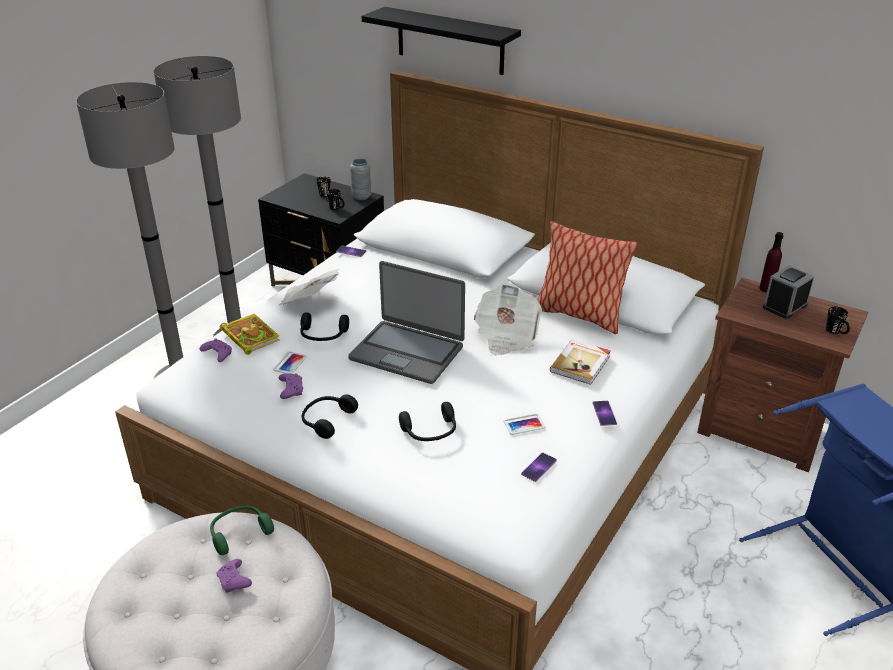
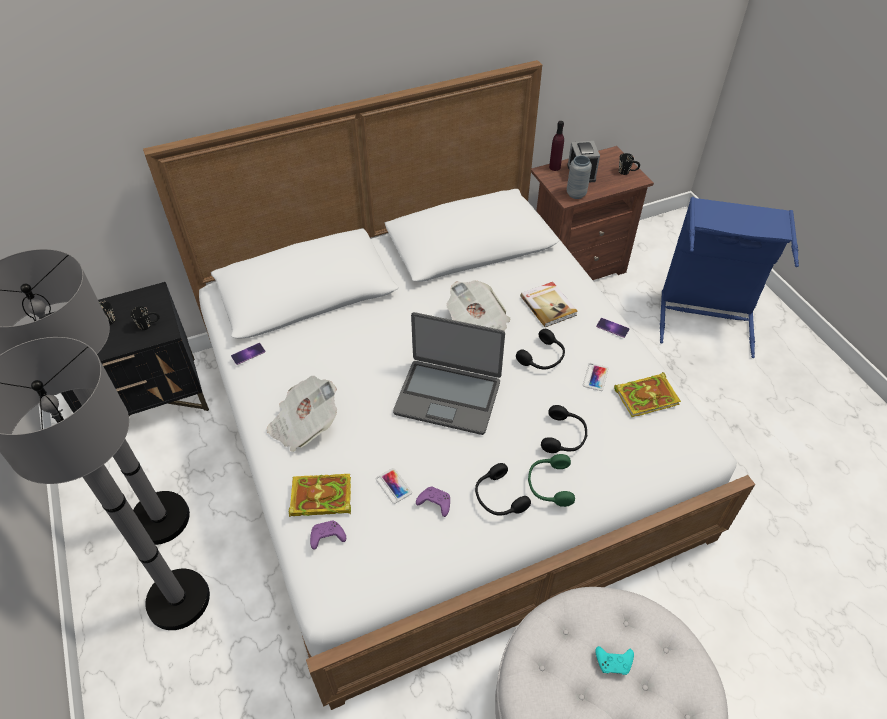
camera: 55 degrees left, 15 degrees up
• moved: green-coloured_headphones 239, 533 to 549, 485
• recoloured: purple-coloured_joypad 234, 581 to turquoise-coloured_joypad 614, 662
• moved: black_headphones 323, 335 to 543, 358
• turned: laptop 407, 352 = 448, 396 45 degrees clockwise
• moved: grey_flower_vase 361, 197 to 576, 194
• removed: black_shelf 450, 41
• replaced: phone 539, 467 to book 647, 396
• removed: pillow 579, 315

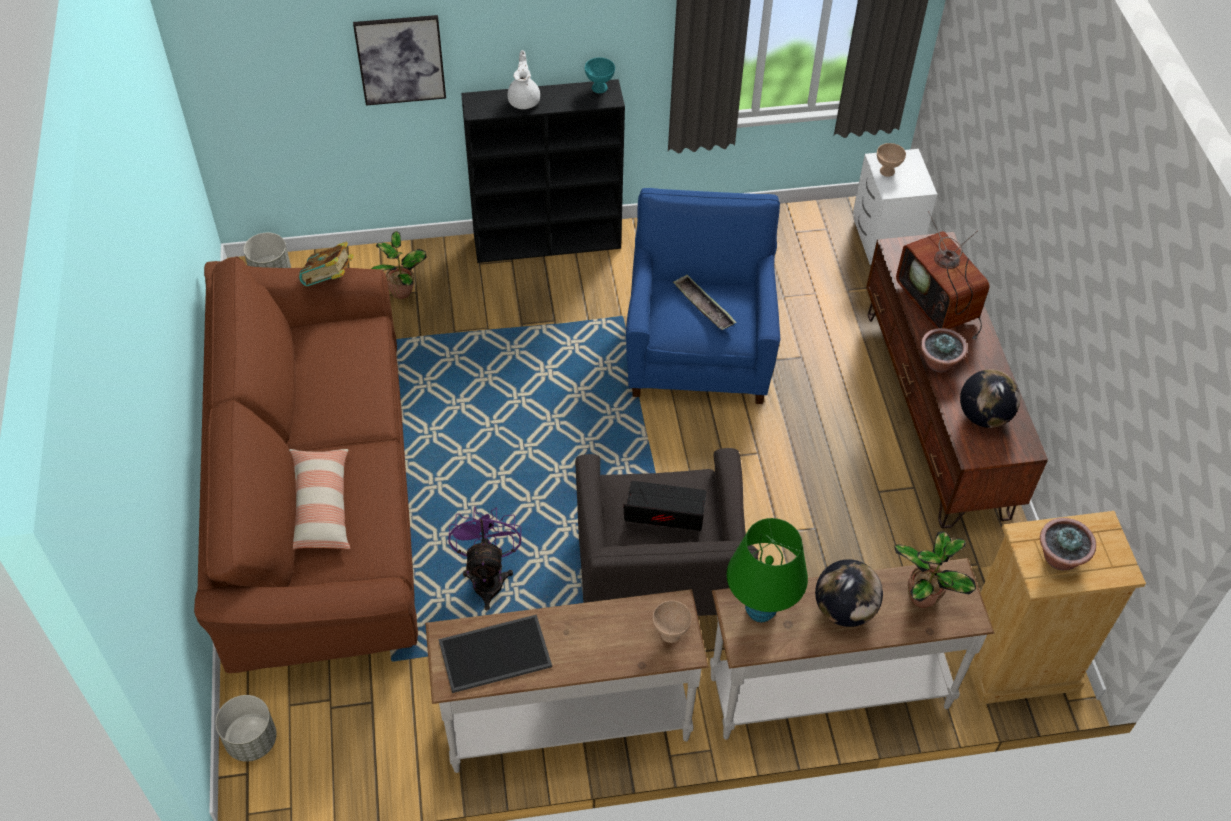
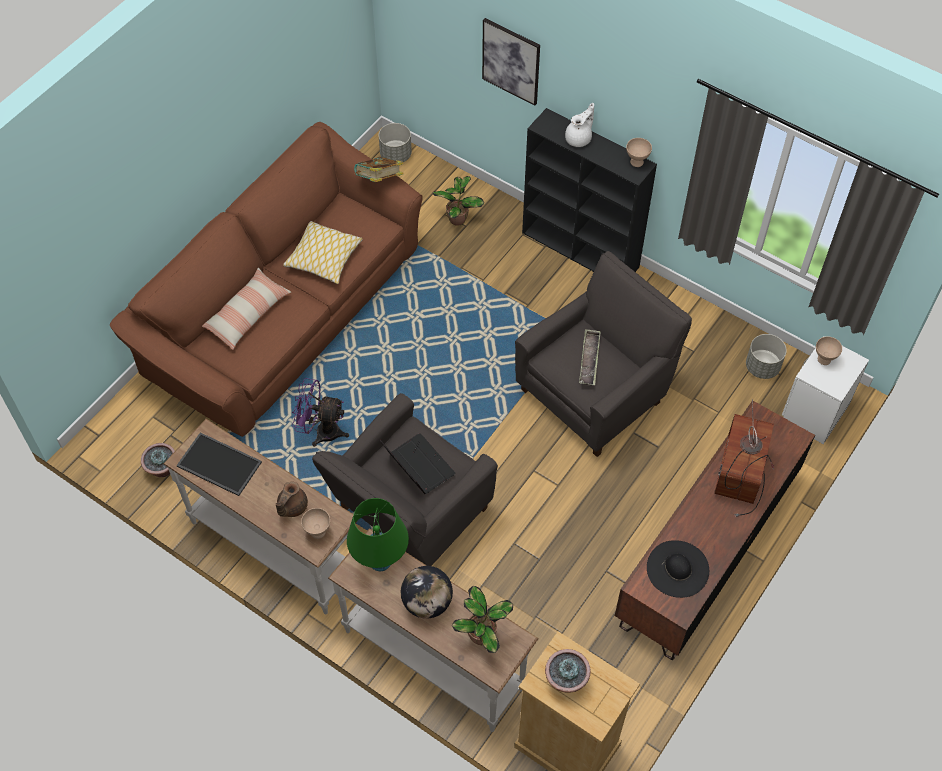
camera: 45 degrees right, 5 degrees up
• moved: grey_planter 251, 740 to 762, 366
• turned: purple-coloured_fan 488, 577 = 321, 431 120 degrees counterclockwise
• recoloured: turquoise-coloured_serving_bowl 599, 88 to beige-coloured_serving_bowl 636, 162
• recoloured: blue-coloured_easy_chair 698, 350 to grey_easy_chair 595, 391
• moved: plant_in_a_pot 938, 363 to 162, 469
• replaced: globe 983, 416 to black_wearable_hat 678, 569
• added: brown_pot_for_tea 291, 507
• added: pillow 324, 258

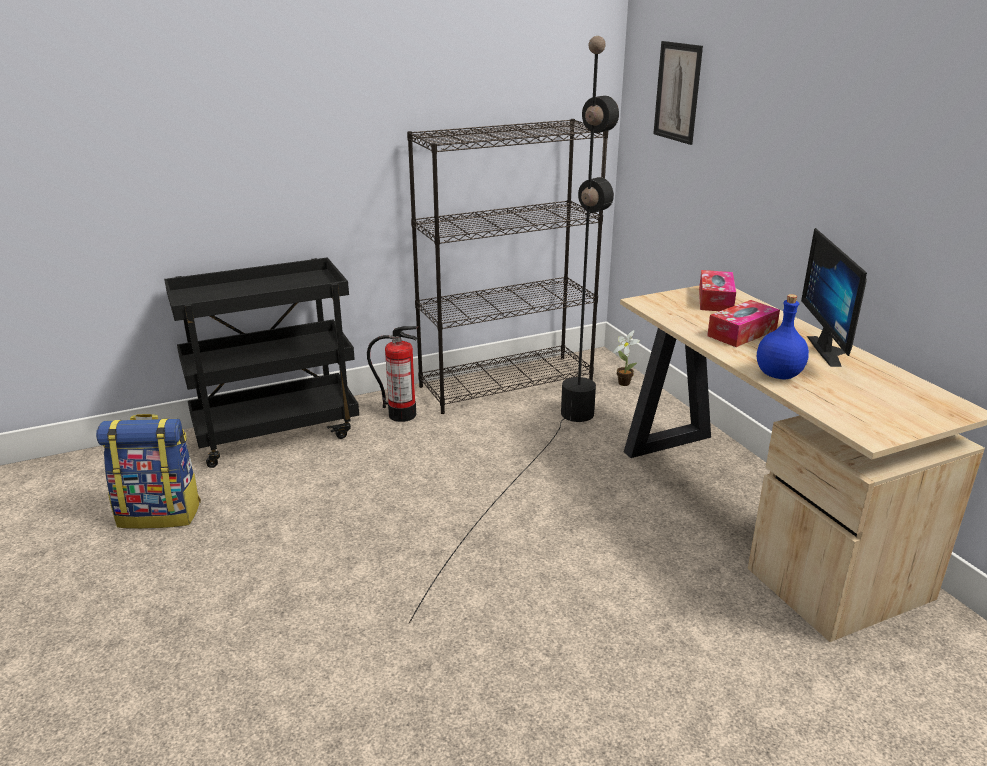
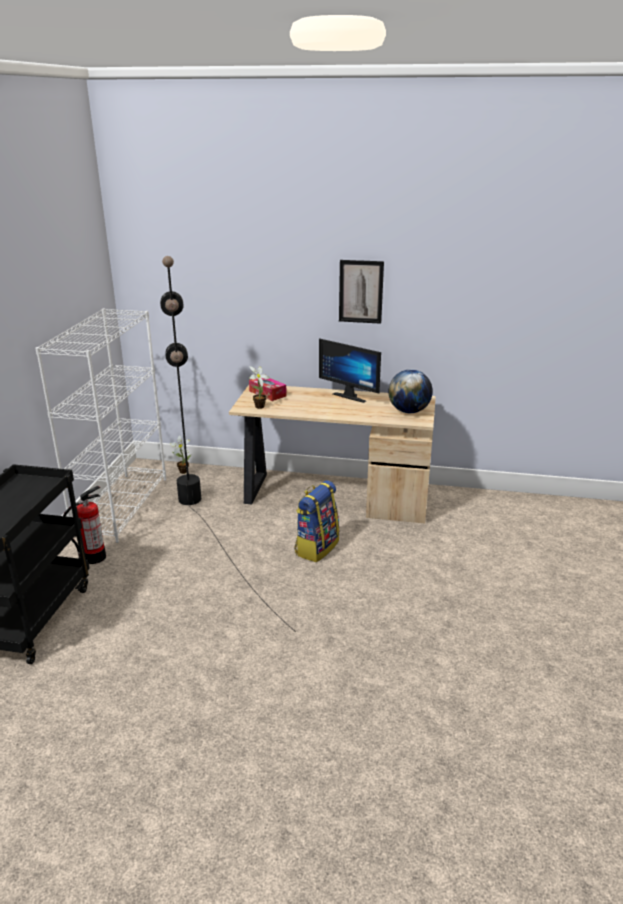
camera: 55 degrees left, 0 degrees up
• moved: backpack 160, 514 to 316, 547
• recoloured: black_bookshelf 507, 383 to white-coloured_bookshelf 122, 506
• moved: wall_picture 677, 92 to 361, 291
• removed: tissue_box 742, 333
• removed: blue-coloured_drink_bottle 778, 374
• added: plant_in_a_pot 258, 407
• added: globe 409, 411

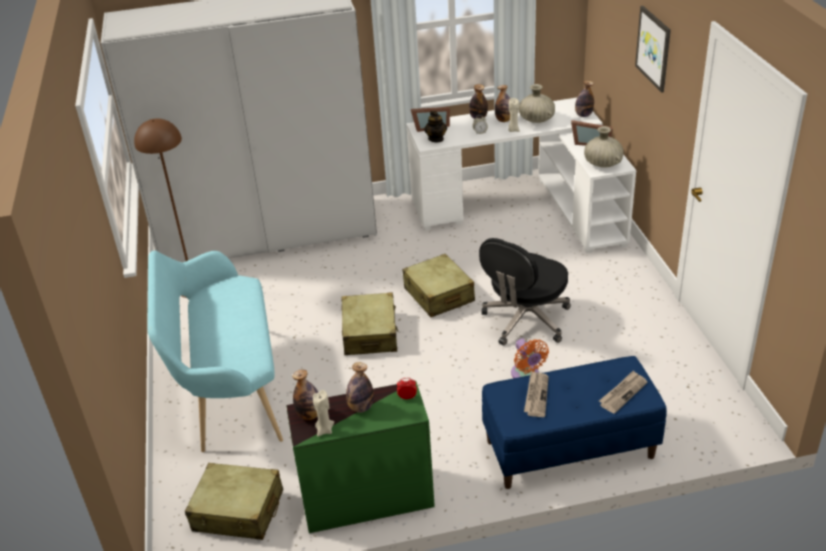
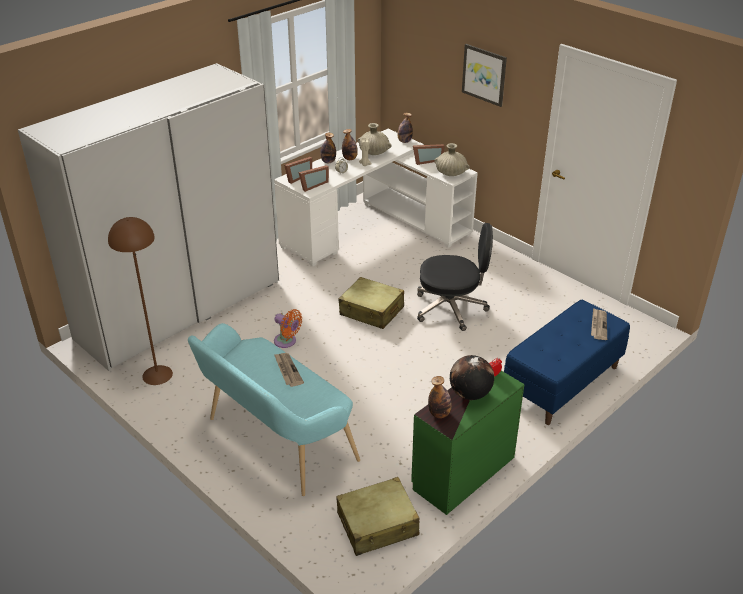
camera: 35 degrees left, 0 degrees up
• removed: beige-coloured_wax_candle 324, 430
• removed: beige-coloured_suitcase 370, 333
• replaced: drink_bottle 361, 407 to globe 470, 394
• replaced: pot_for_tea 436, 139 to picture_frame 312, 185
• turned: black_desk_chair 525, 320 = 451, 308 90 degrees counterclockwise
• moved: orange_fan 526, 375 to 287, 341
• moved: daily_paper 536, 395 to 287, 370

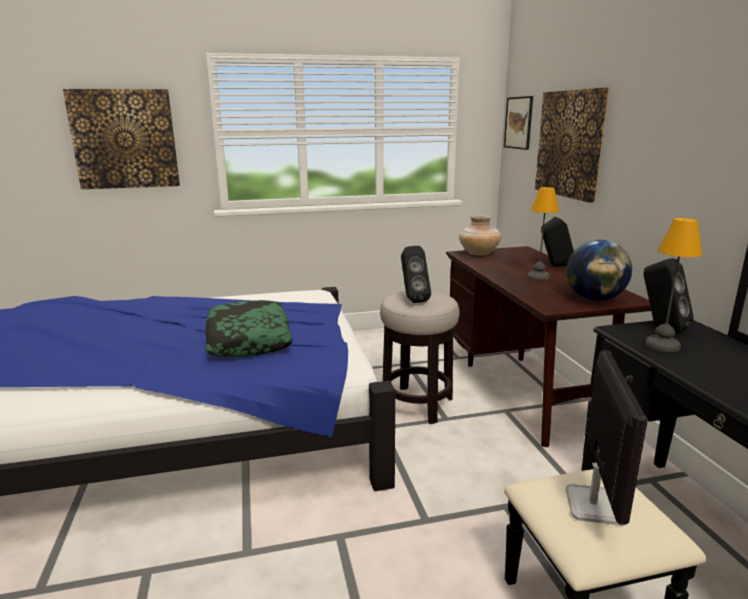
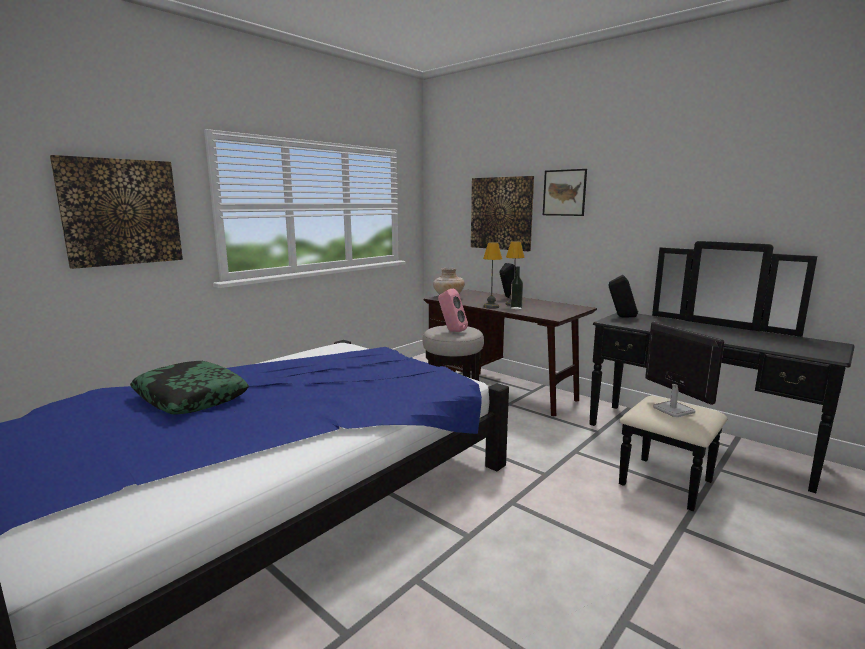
camera: 35 degrees left, 5 degrees down
• moved: pillow 248, 339 to 190, 398
• recoloured: black_audio_speaker 412, 300 to pink-coloured_audio_speaker 451, 331
• moved: wall_picture 518, 123 to 564, 192
• removed: globe 594, 299
• moved: lamp_for_a_table 662, 346 to 491, 307
• added: drink_bottle 516, 308

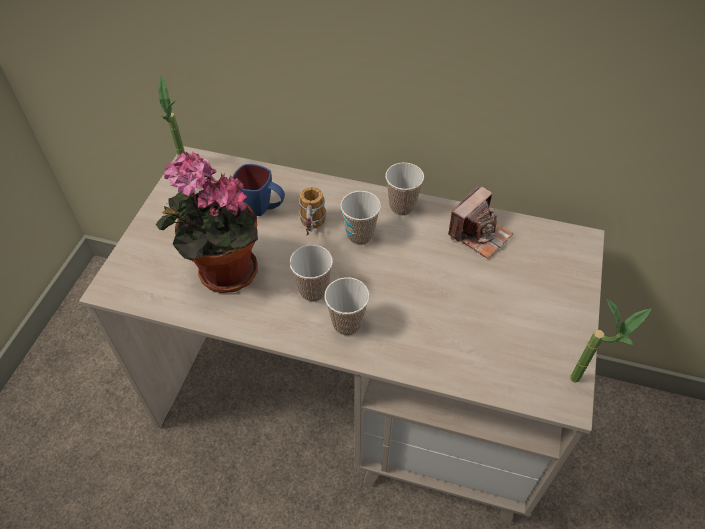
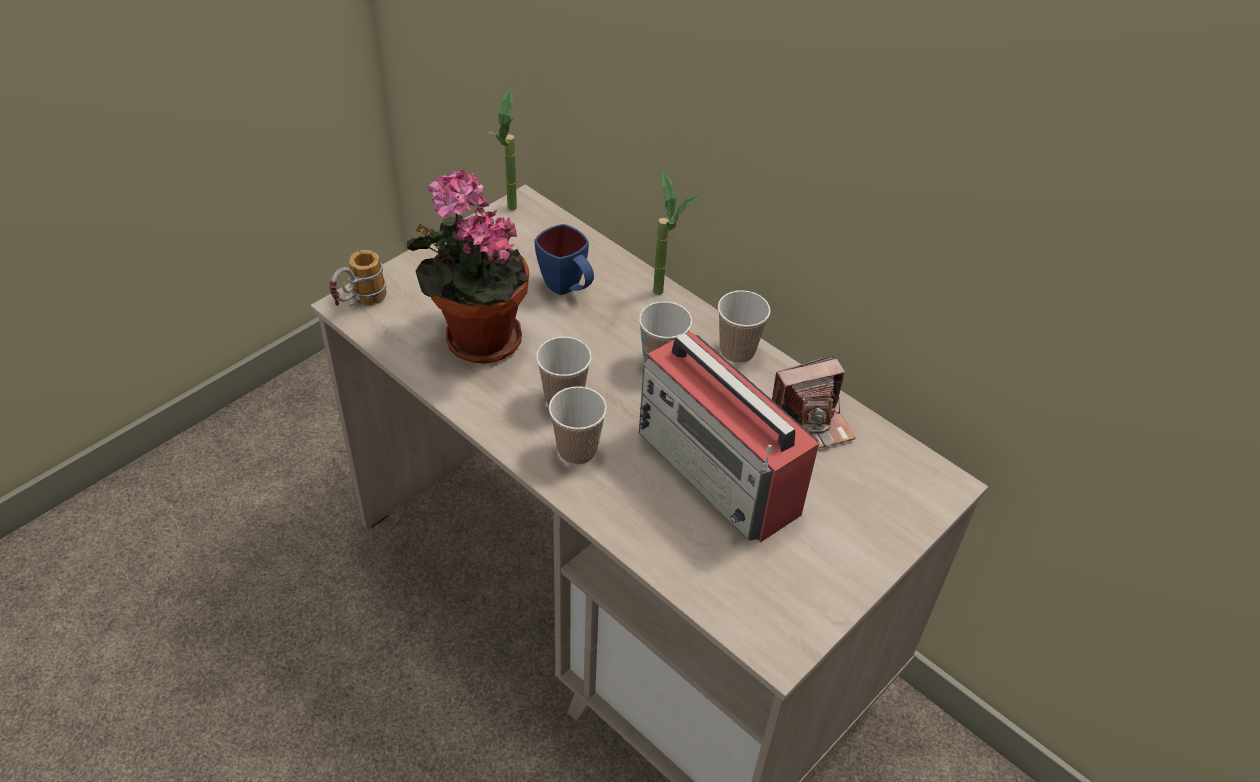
camera: 25 degrees right, 5 degrees down
• moved: tea_mug 312, 228 to 359, 304
• moved: plant_in_a_pot 585, 380 to 666, 296
• added: radio_set 719, 472

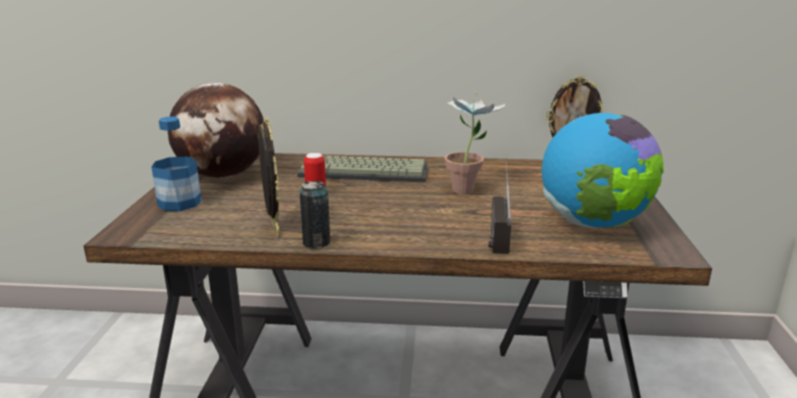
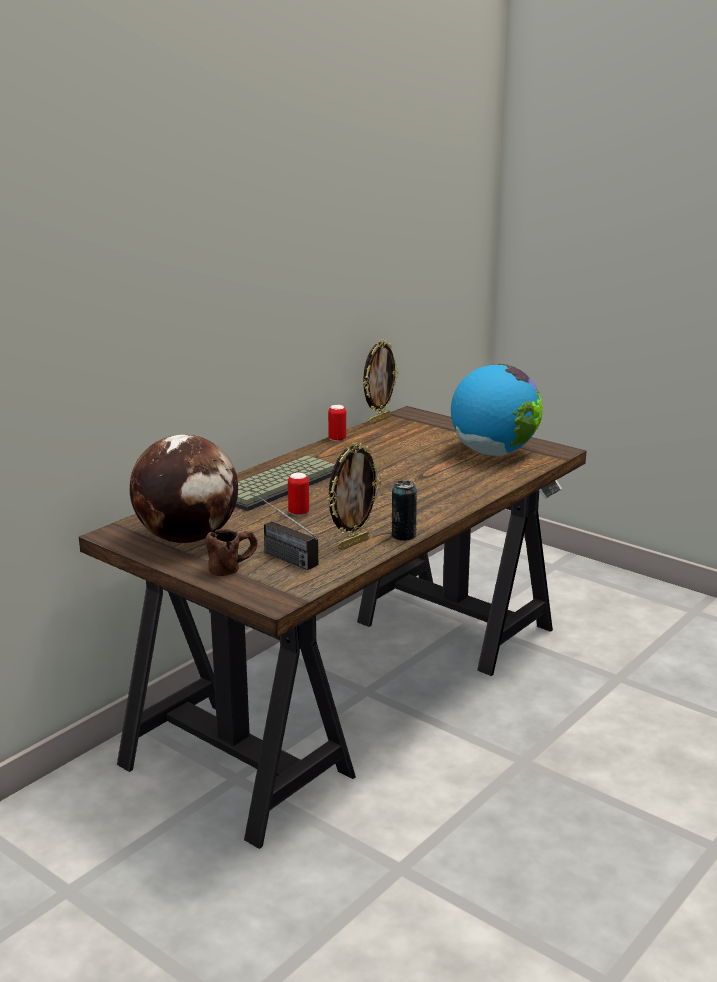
camera: 55 degrees left, 0 degrees up
• replaced: drink_bottle 179, 203 to brown_tea_mug 233, 567
• turned: picture_frame 273, 228 = 353, 543 120 degrees clockwise
• removed: plant_in_a_pot 469, 188
• moved: radio_set 496, 231 to 278, 554
• added: can 337, 439

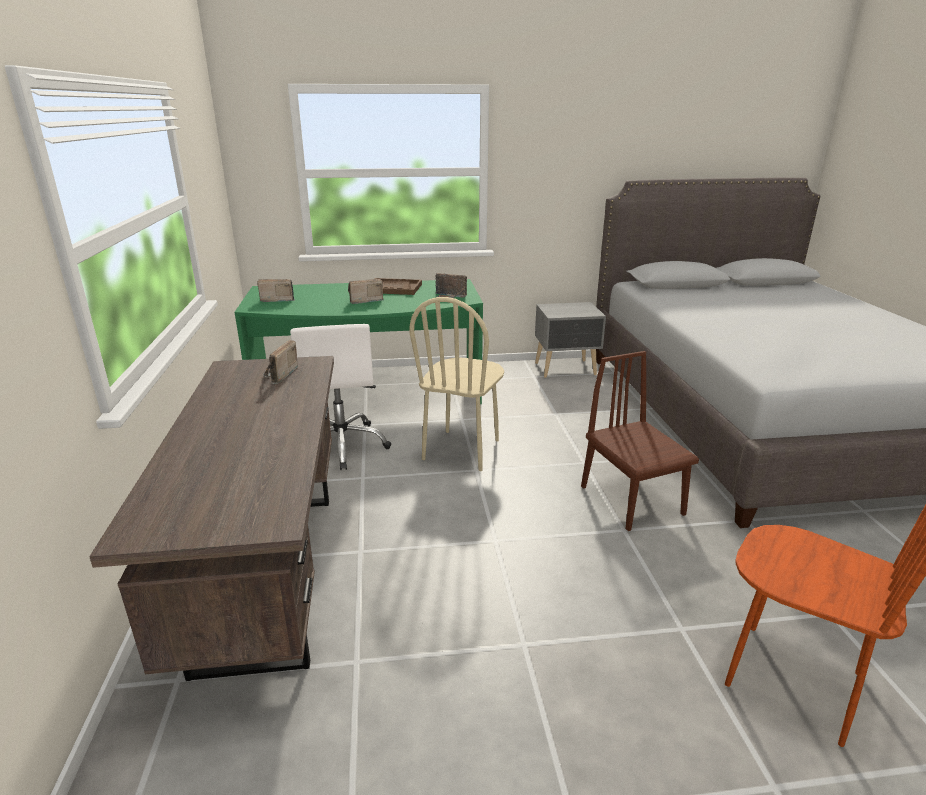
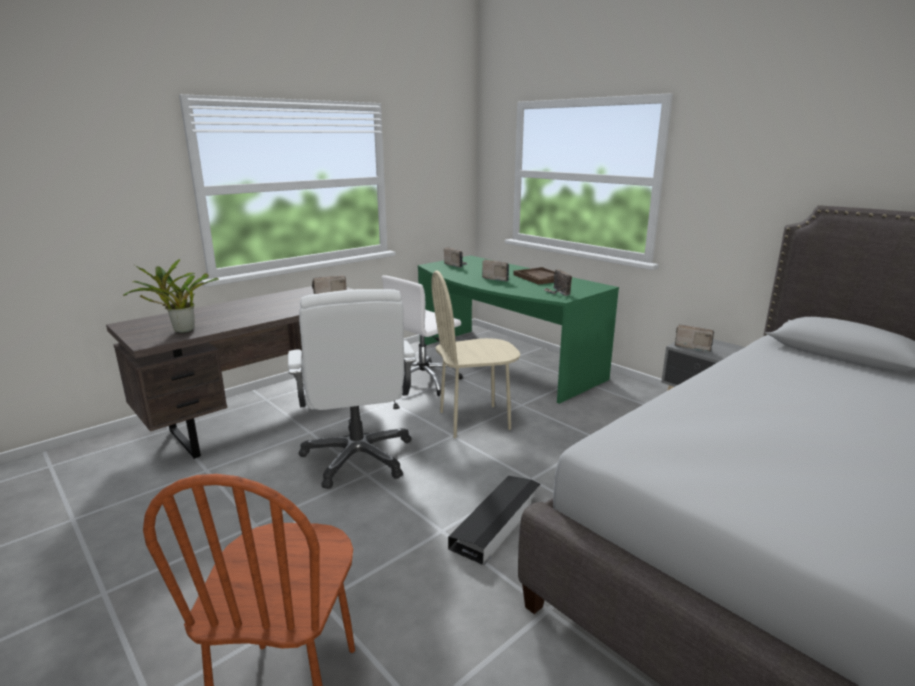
camera: 55 degrees right, 5 degrees down
• replaced: brown_plain_chair 631, 500 to black_storage_bin 497, 522
• added: plant_in_a_pot 181, 330
• added: white-coloured_desk_chair 358, 457
• added: radio_set 692, 347

